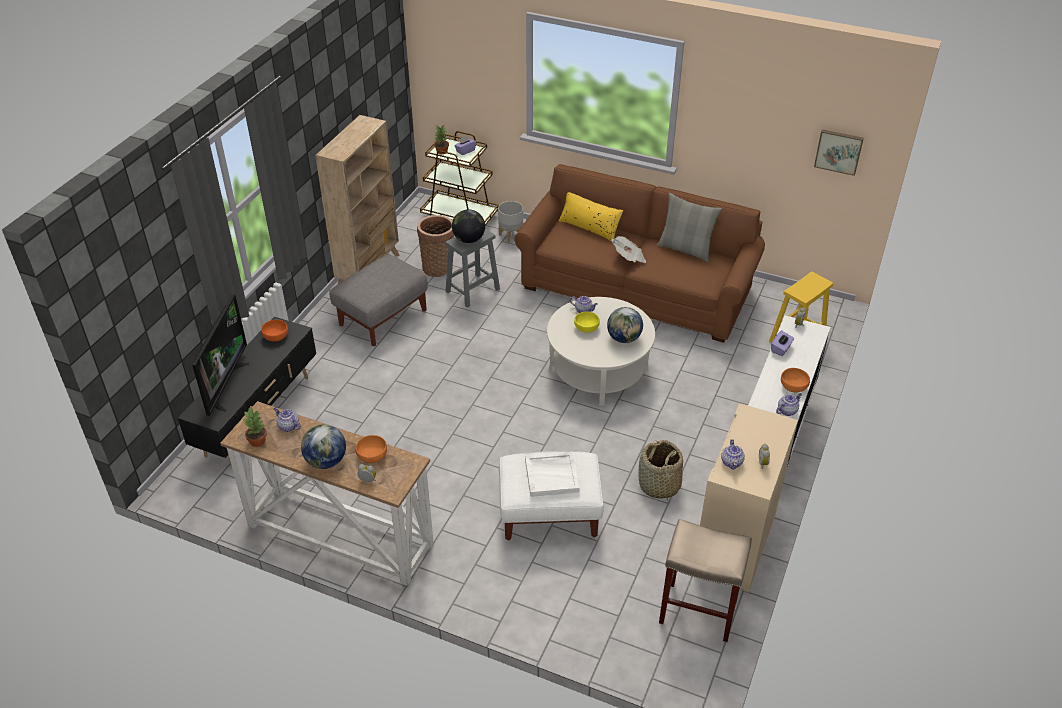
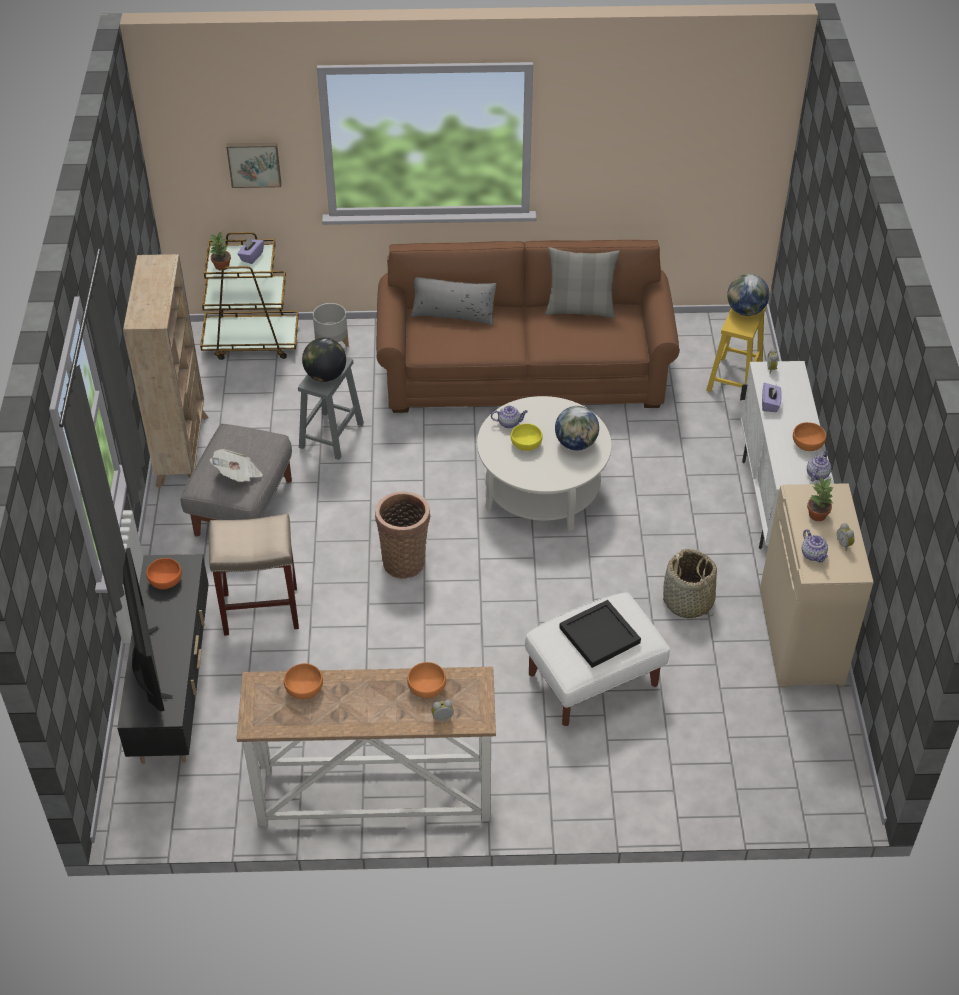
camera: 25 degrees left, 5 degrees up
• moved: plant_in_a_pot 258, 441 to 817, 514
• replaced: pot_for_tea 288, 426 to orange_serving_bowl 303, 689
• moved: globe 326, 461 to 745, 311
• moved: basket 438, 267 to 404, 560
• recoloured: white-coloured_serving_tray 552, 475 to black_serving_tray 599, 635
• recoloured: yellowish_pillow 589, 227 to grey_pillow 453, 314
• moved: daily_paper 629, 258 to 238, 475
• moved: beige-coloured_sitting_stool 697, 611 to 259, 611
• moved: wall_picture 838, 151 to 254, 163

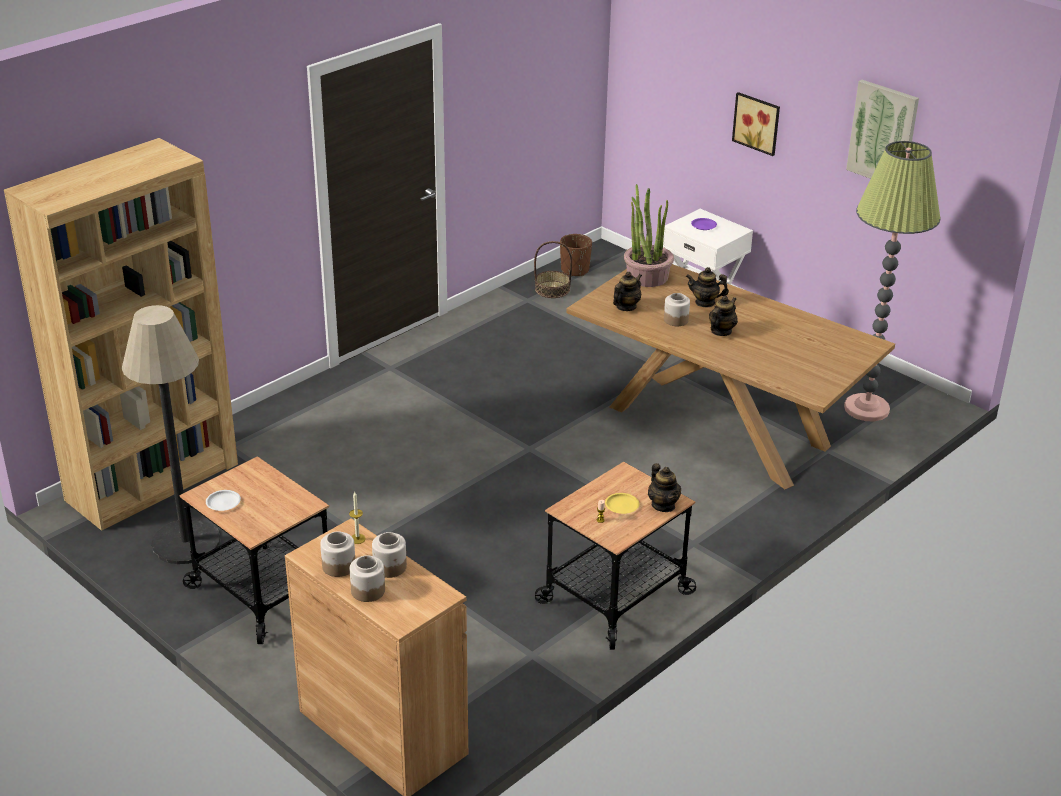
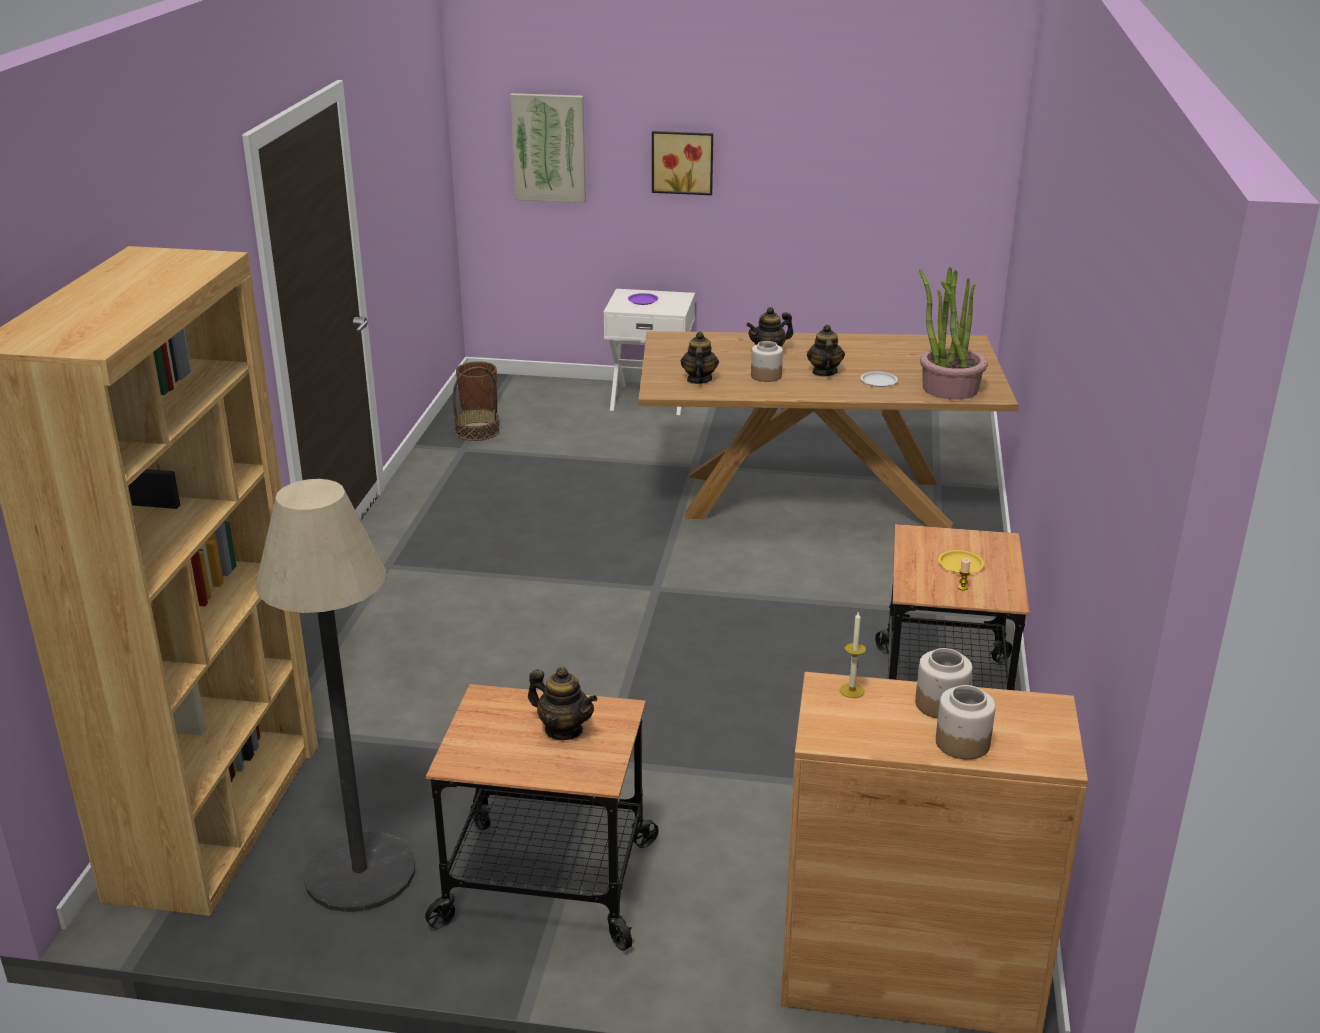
camera: 35 degrees left, 5 degrees down
• moved: white-coloured_plate 223, 503 to 878, 382
• removed: preserve_jar 338, 566
• moved: plant_in_a_pot 647, 276 to 949, 388
• moved: pot_for_tea 663, 505 to 563, 730
• removed: standing_lamp 866, 409
• moved: wall_picture 883, 134 to 549, 148

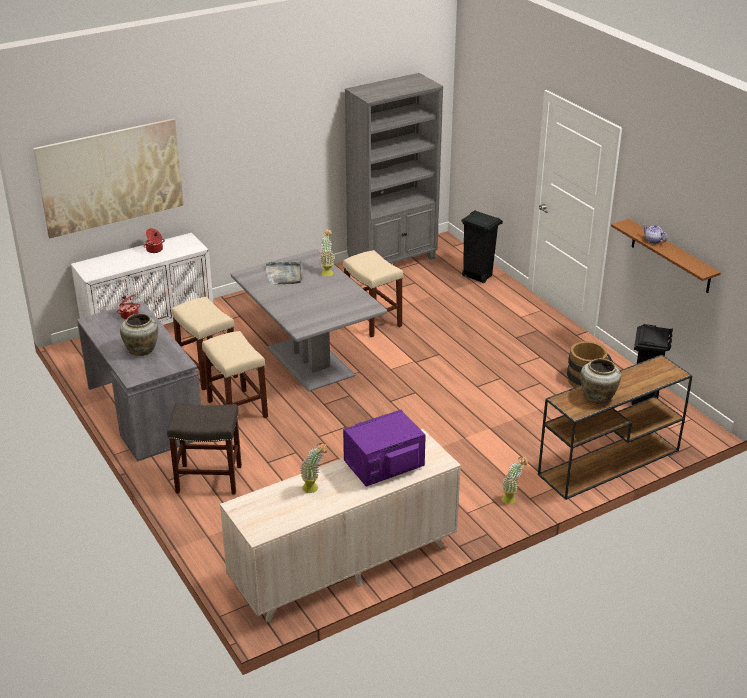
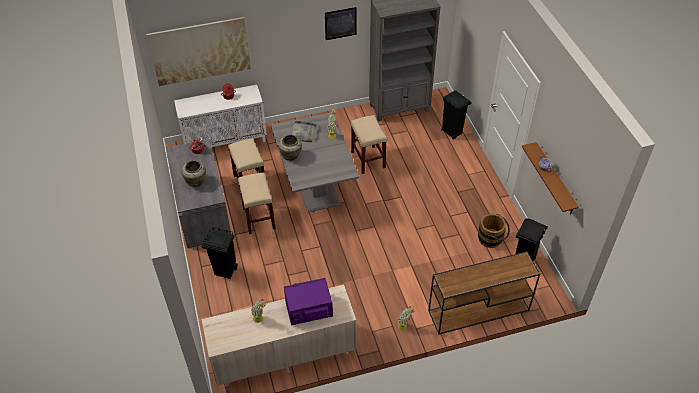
camera: 15 degrees right, 15 degrees up
• replaced: grey_sitting_stool 210, 479 to black_trash_can 225, 271
• moved: beige-coloured_flower_vase 598, 397 to 291, 156
• added: wall_picture 340, 23

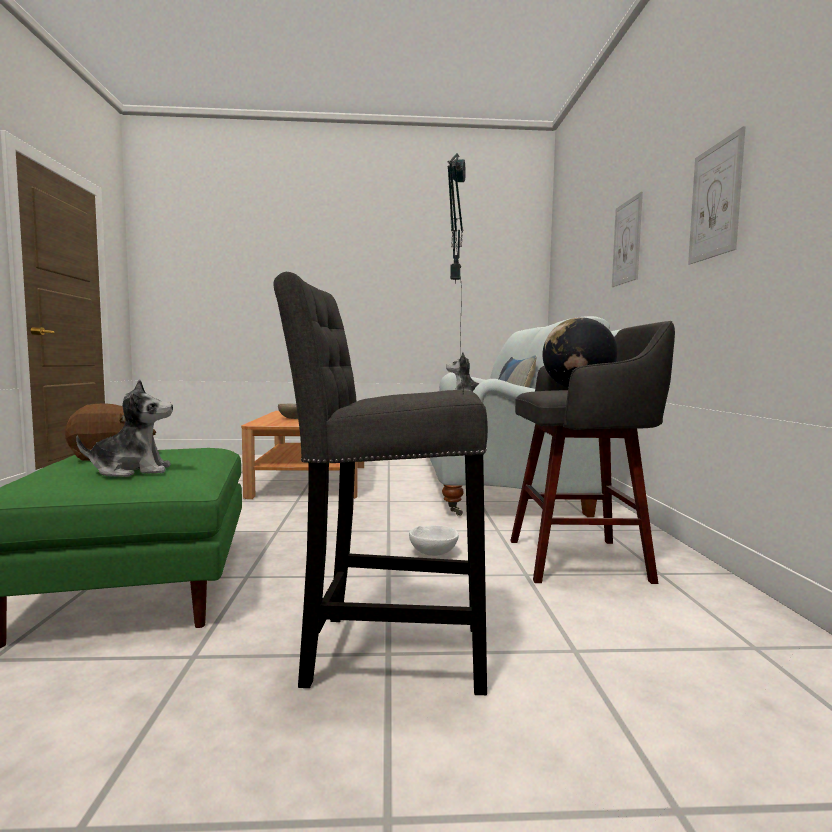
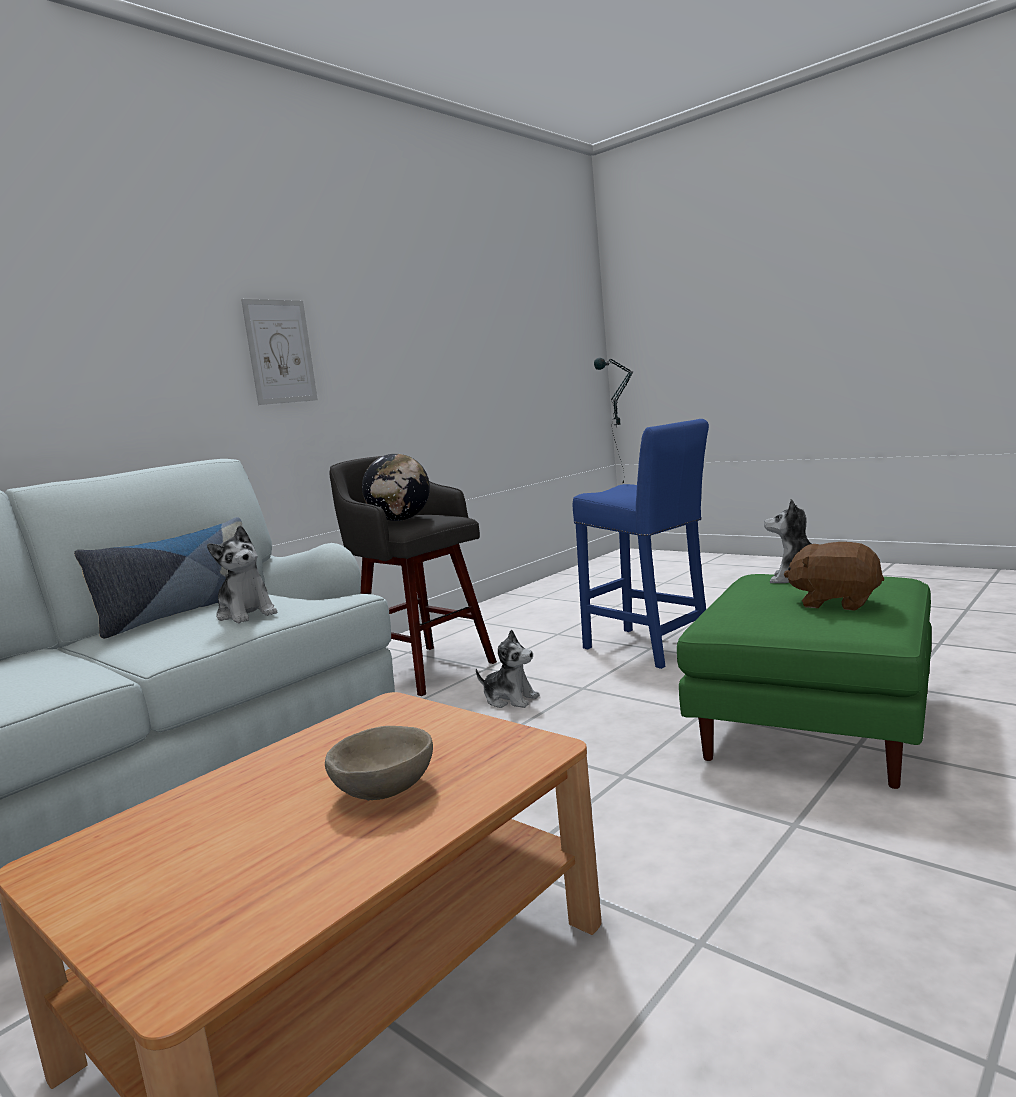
camera: 135 degrees left, 5 degrees up
• recoloured: grey_sitting_stool 386, 652 to blue-coloured_sitting_stool 650, 648
• replaced: white-coloured_serving_bowl 433, 553 to plush_toy 510, 699
• removed: wall_picture 627, 242

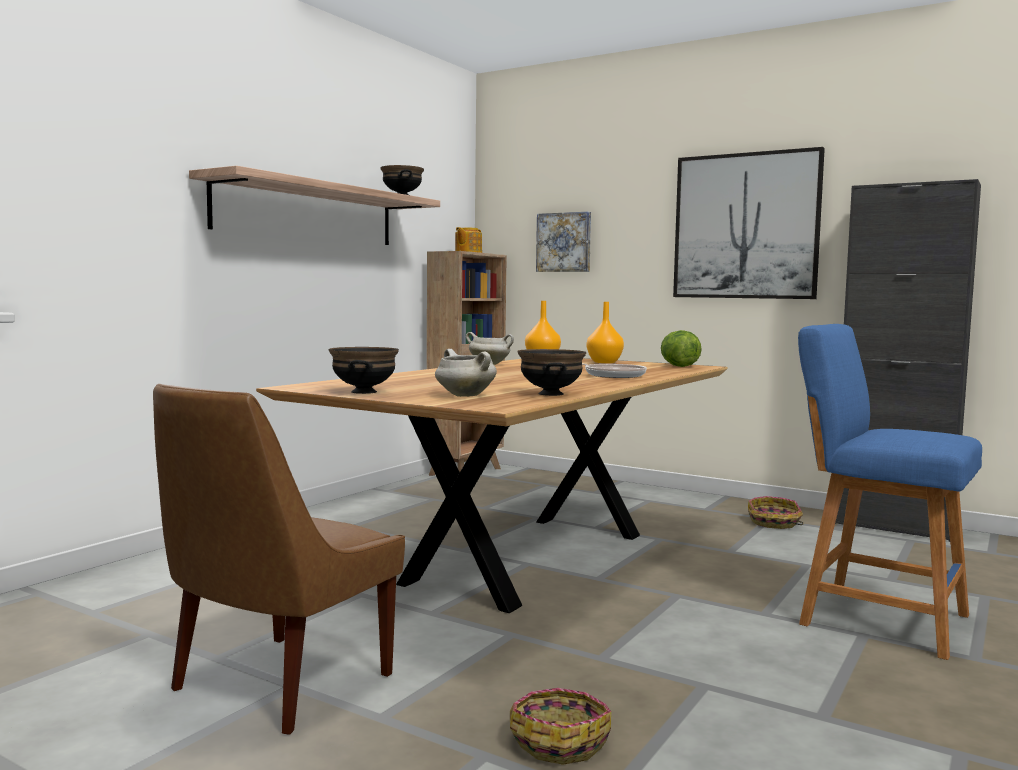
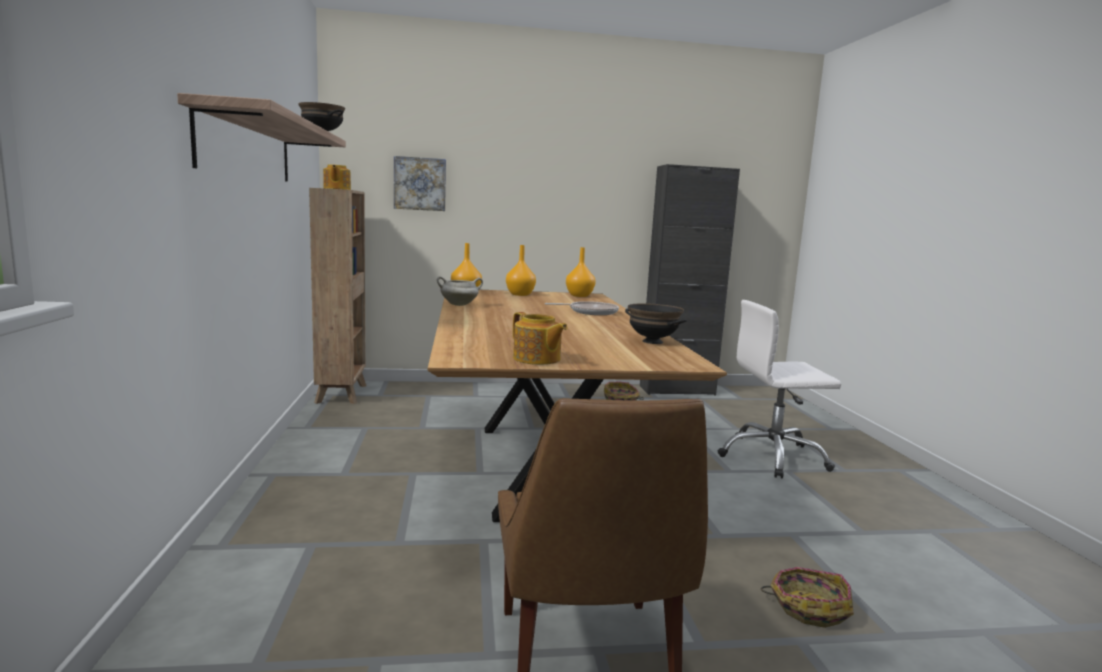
camera: 40 degrees left, 5 degrees up
• replaced: black_serving_bowl 363, 392 to pot_for_tea 537, 359
• removed: white-coloured_cooking_pot 464, 396
• replaced: lettuce 678, 366 to orange_flower_vase 579, 296
• removed: wall_picture 746, 226
• replaced: blue-coloured_sitting_stool 875, 617 to white-coloured_desk_chair 772, 457

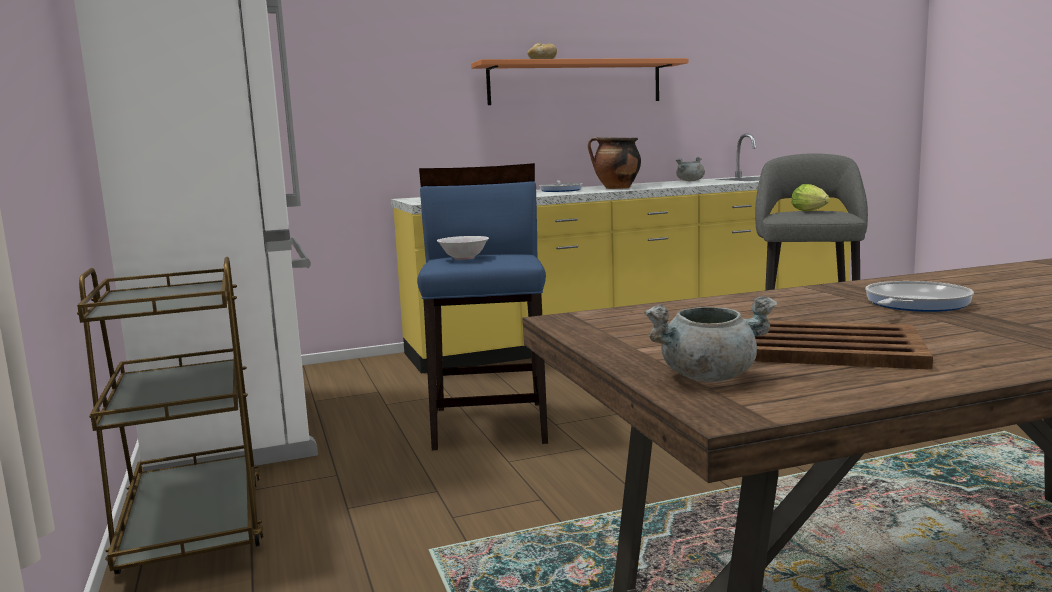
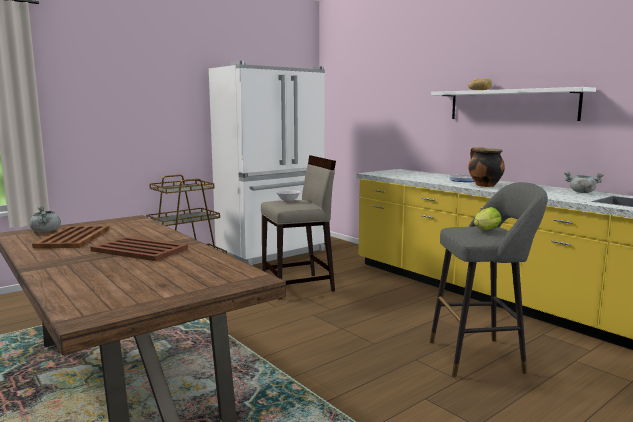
camera: 70 degrees right, 0 degrees up
• recoloured: blue-coloured_sitting_stool 491, 424 to beige-coloured_sitting_stool 298, 286
• recoloured: orange_shelf 575, 82 to white-coloured_shelf 511, 105
• replaced: pan 913, 304 to brown_serving_tray 139, 250

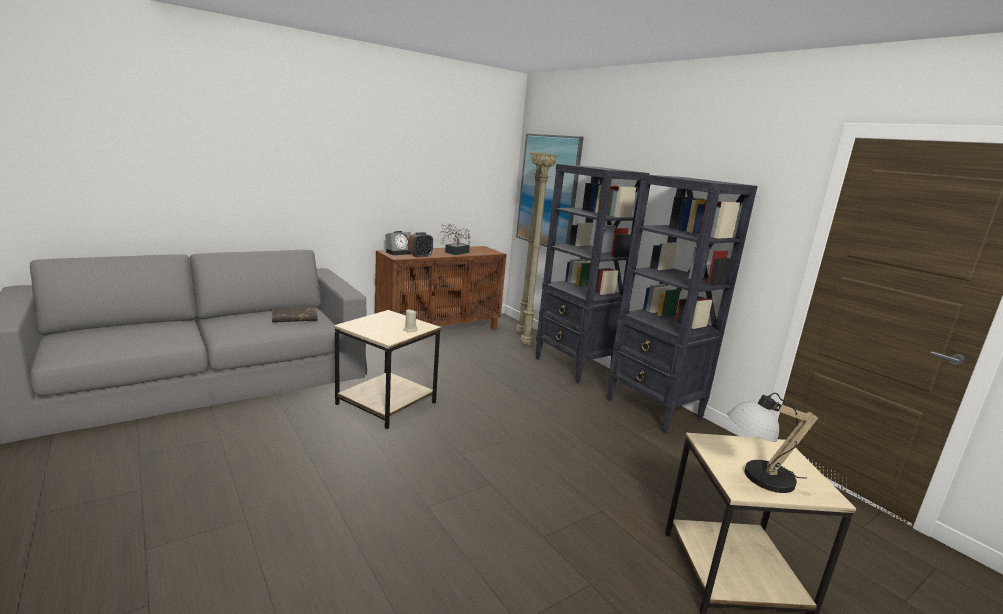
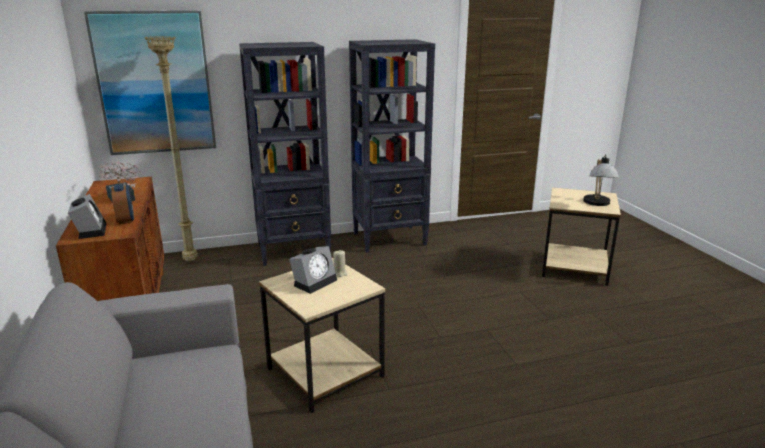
camera: 70 degrees left, 5 degrees up
• removed: brown_book 294, 317
• removed: beige-coloured_standing_lamp 525, 345
• added: bedside_clock 315, 282

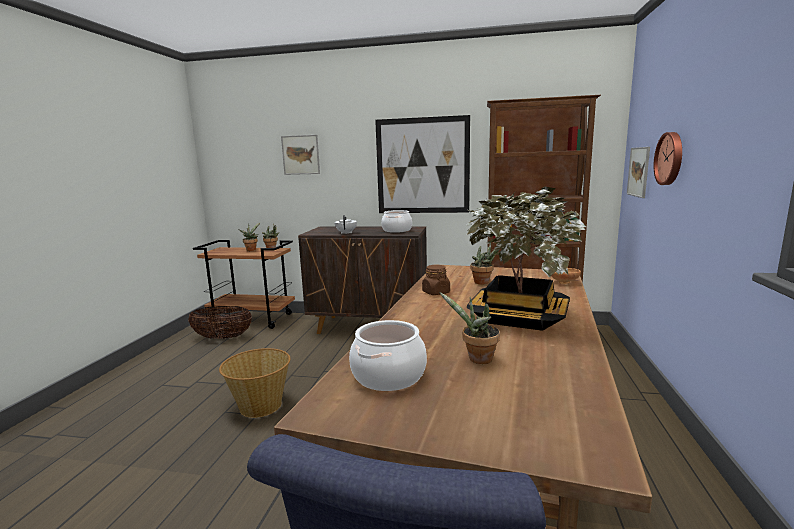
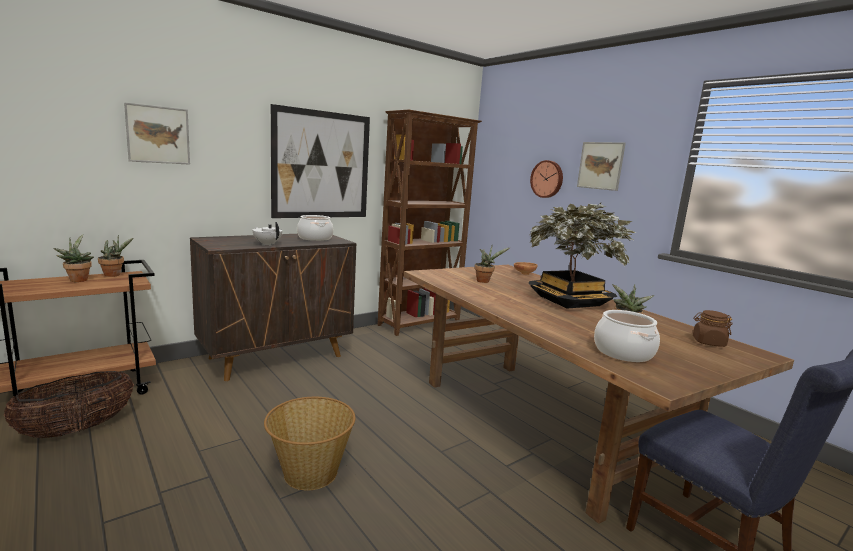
camera: 50 degrees left, 0 degrees up
• moved: brown_preserve_jar 435, 292 to 708, 342
• moved: wall_picture 638, 172 to 600, 165

